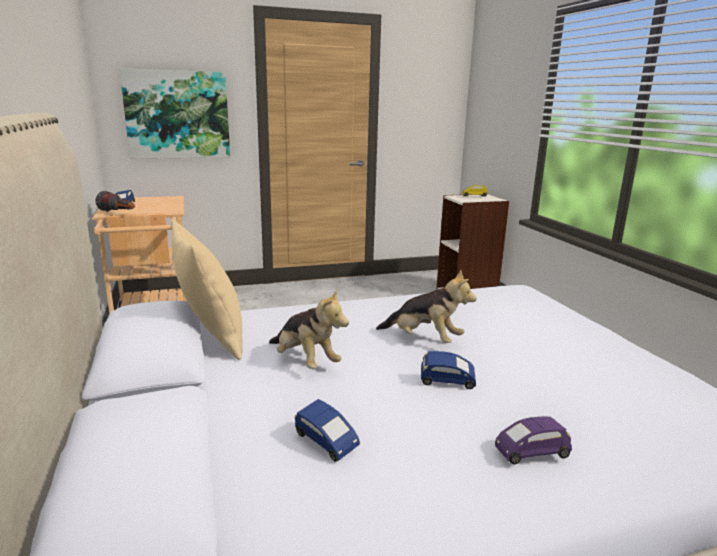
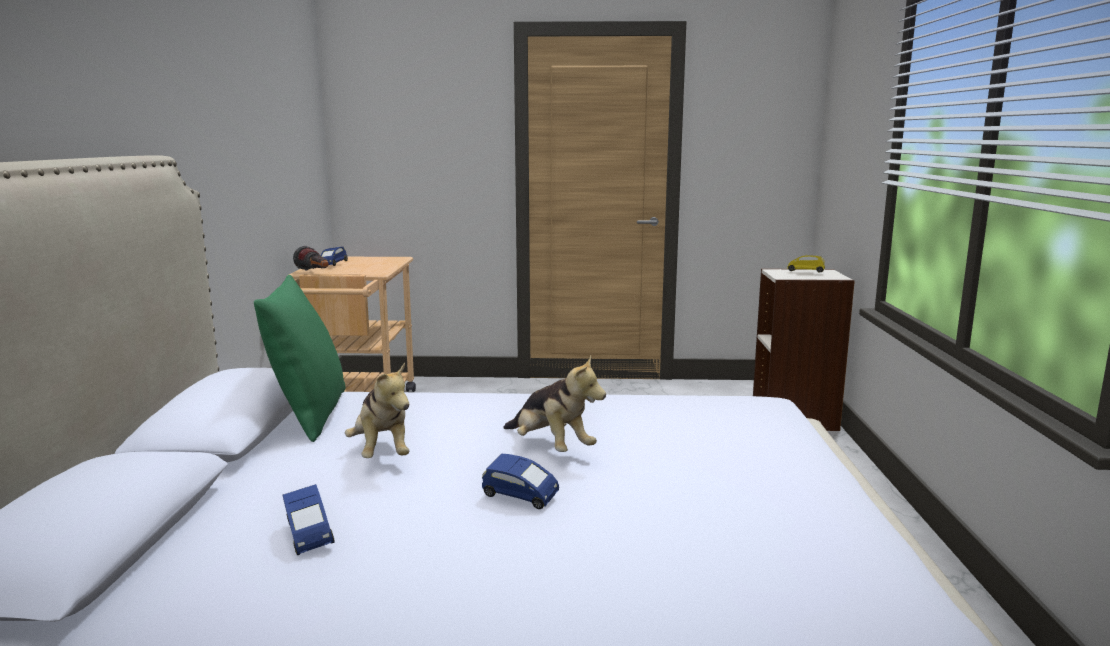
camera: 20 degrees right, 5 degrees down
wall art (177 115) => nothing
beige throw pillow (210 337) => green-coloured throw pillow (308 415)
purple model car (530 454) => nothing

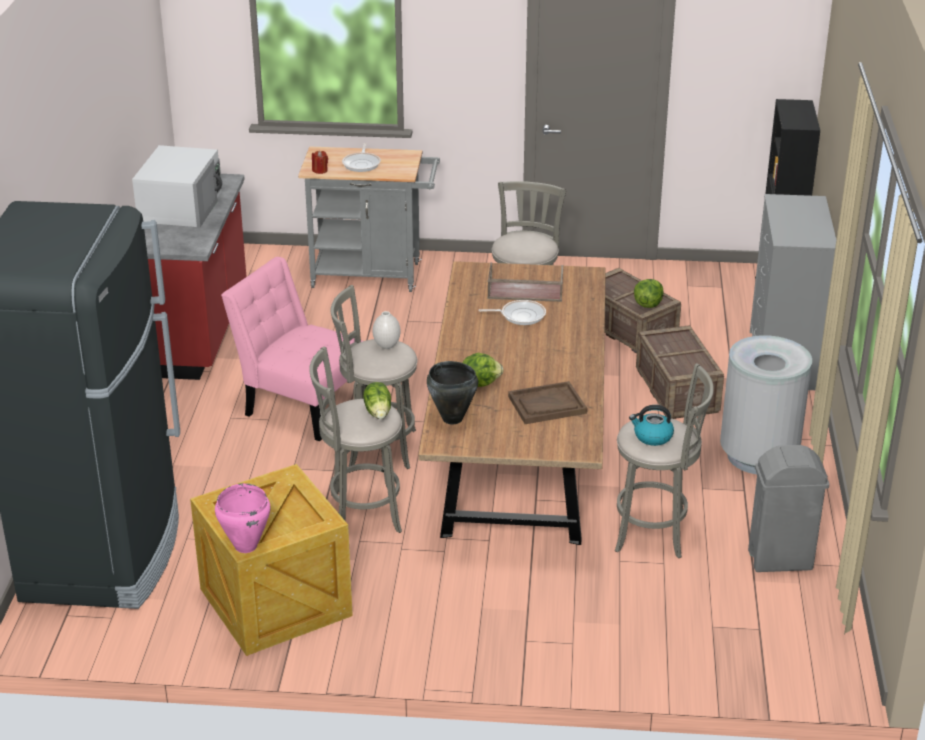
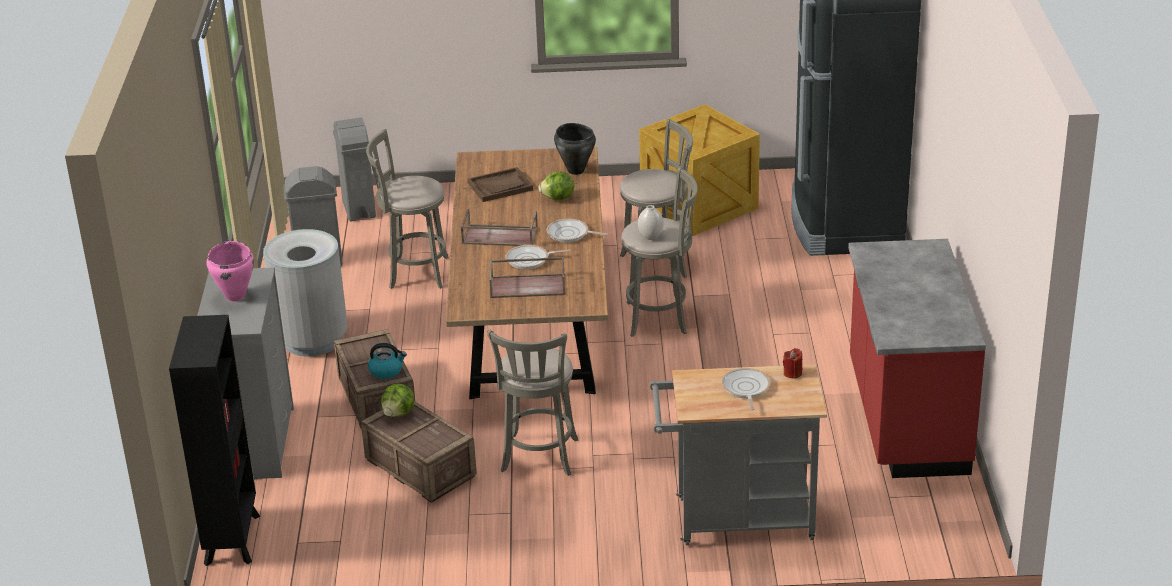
camera: 175 degrees right, 0 degrees up
white kitchen microwave (181 206) => nothing
pink upright chair (301 405) => nothing
head of lettuce (378 412) => nothing
water kettle (652 437) => water kettle (386 371), move
pink cooking pot (245 546) => pink cooking pot (236 296), move
nothing => grey waste bin (359 209)
nothing => brownish carrying tray (499 236)
nothing => frying pan (570 234)

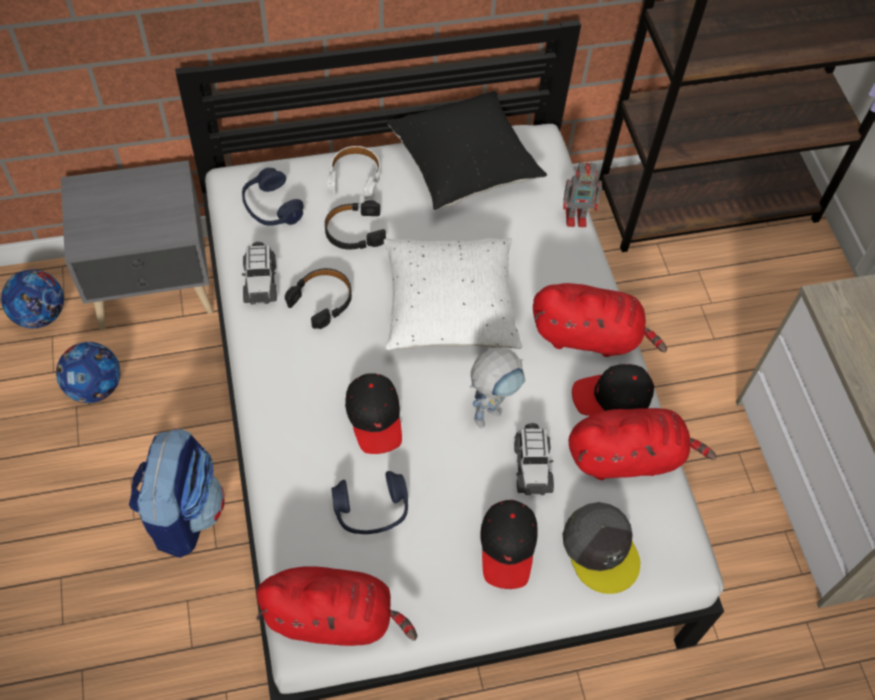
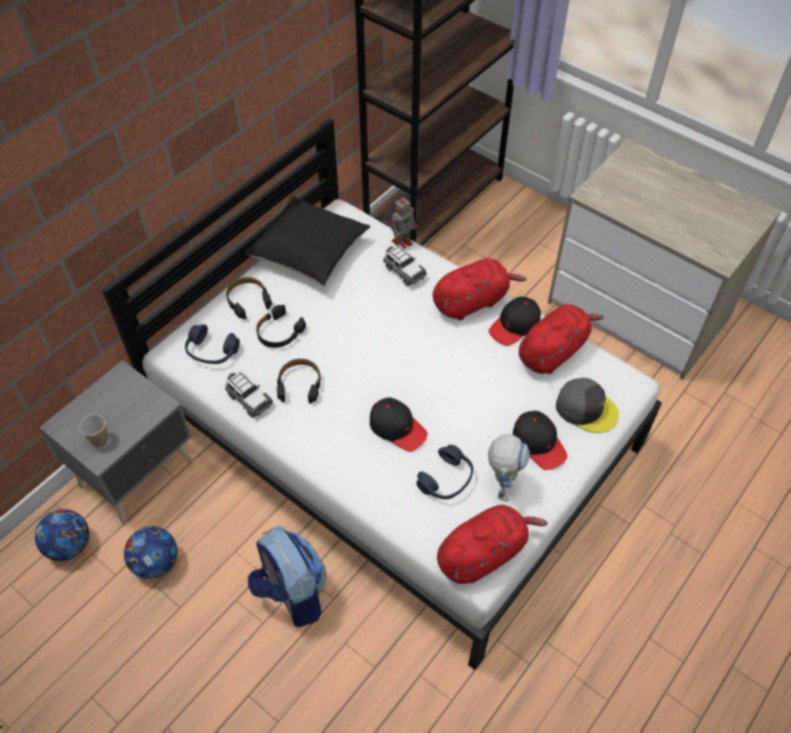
camera: 35 degrees left, 5 degrees down
white headphones (355 176) => black-coloured headphones (248 300)
white throw pillow (449 308) => nothing
toy robot (491 410) => toy robot (502 485), move
model car (532 466) => model car (404 271), move
nothing => drinking cup (100 440)

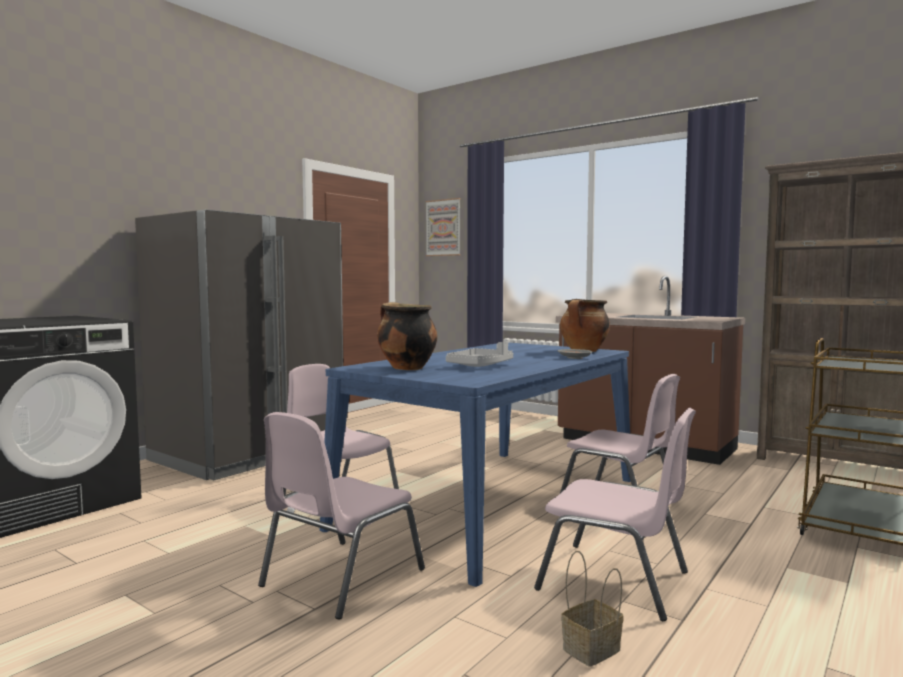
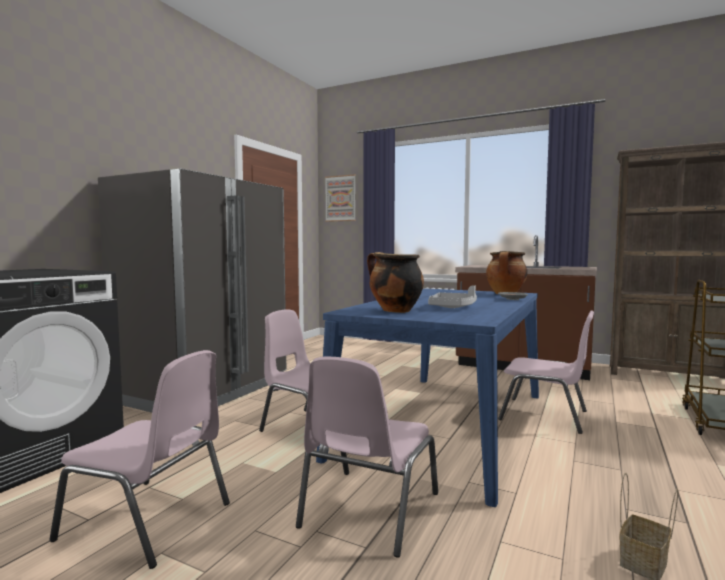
camera: 10 degrees left, 0 degrees up
pink upright chair (616 581) => pink upright chair (149 521), move

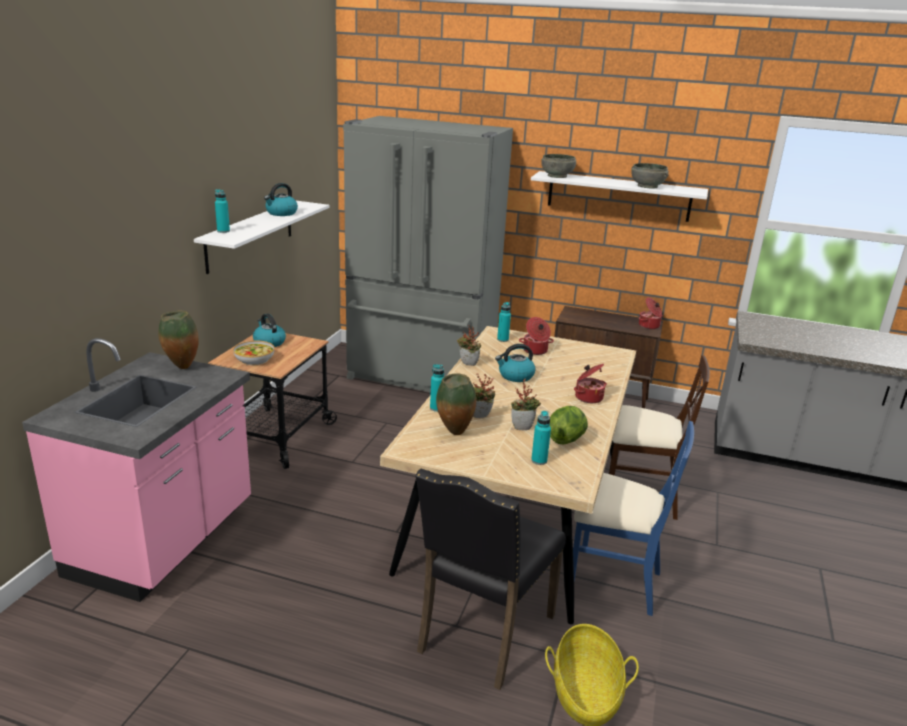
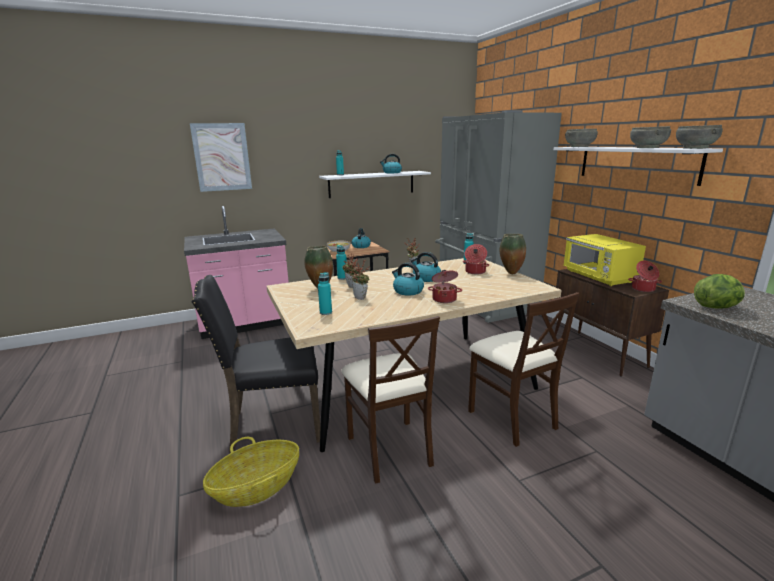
camera: 50 degrees right, 5 degrees down
flower vase (181 367) => flower vase (510 273), move
head of lettuce (566 439) => head of lettuce (716 307), move
blue-coloured upright chair (612 581) => beige upright chair (390 449)
nothing => wall art (222 157)
nothing => grey bowl (696 148)
nothing => yellow kitchen microwave (599 277)
nothing => water kettle (407 291)

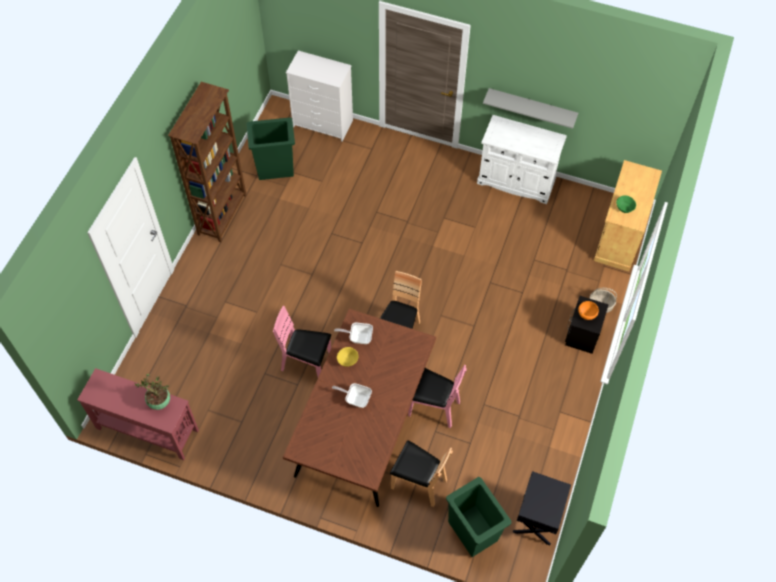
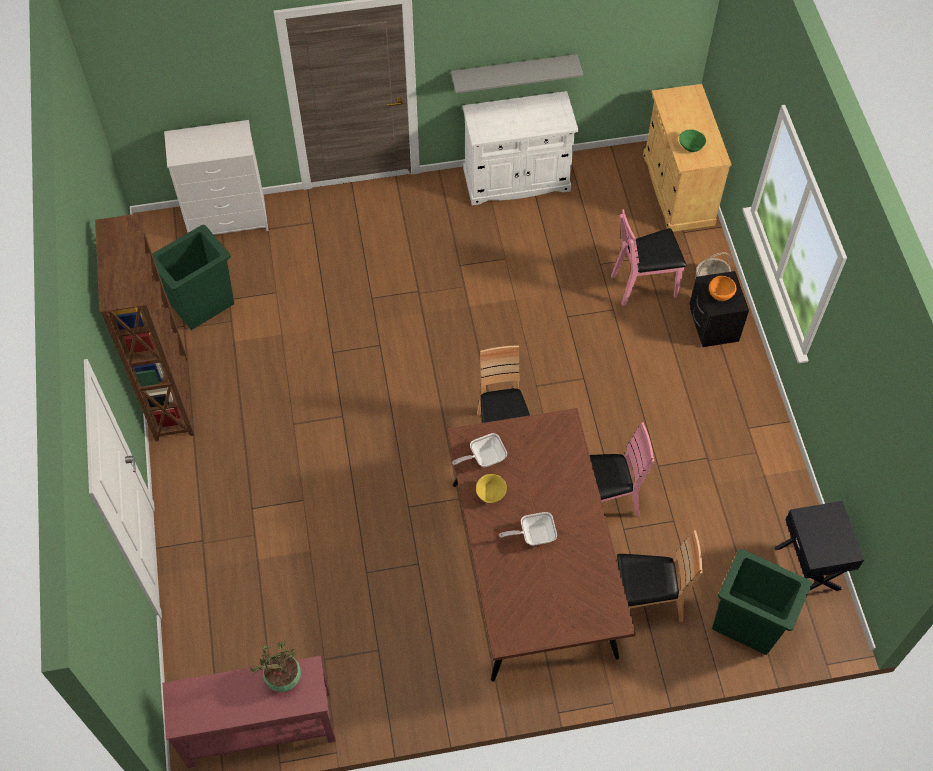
camera: 30 degrees left, 0 degrees up
pink upright chair (306 363) => pink upright chair (644 284), move

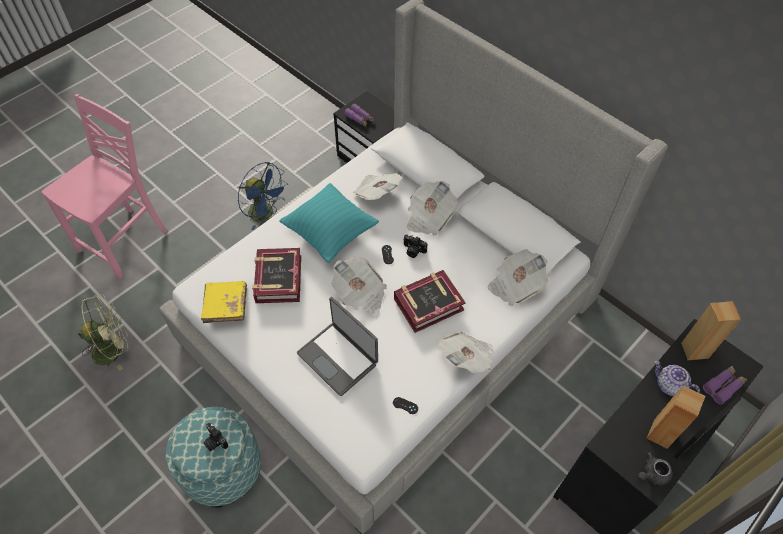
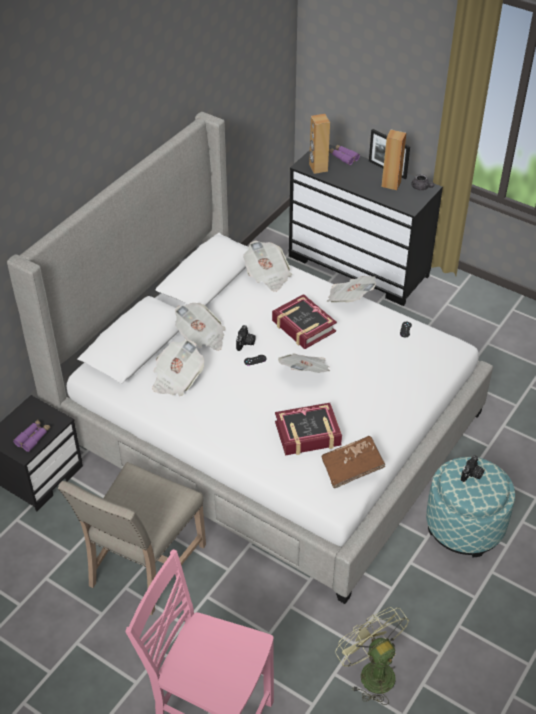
camera: 100 degrees left, 10 degrees down
blue-coloured cooling fan (266 214) => beige upright chair (143 566)
turquoise throw pillow (330 233) => nothing
yellow volume (226 307) => brownish volume (352 468)
notebook computer (338 358) => nothing
pot for tea (670 385) => nothing

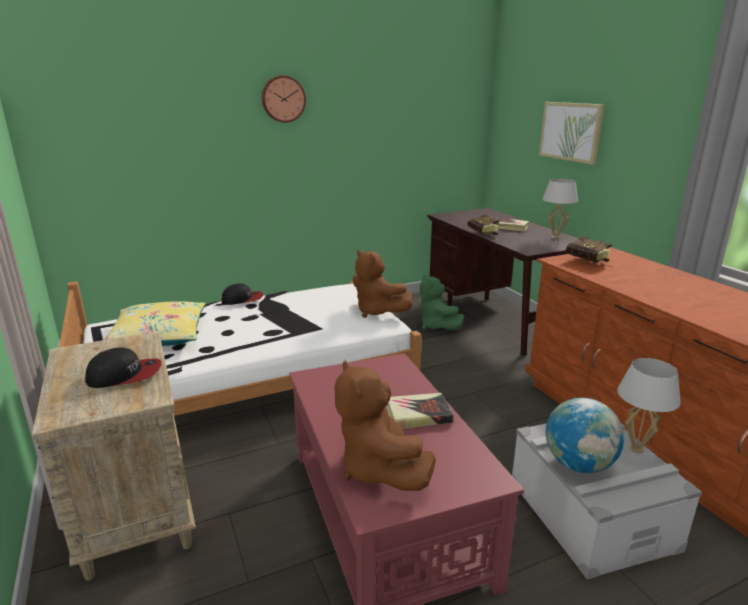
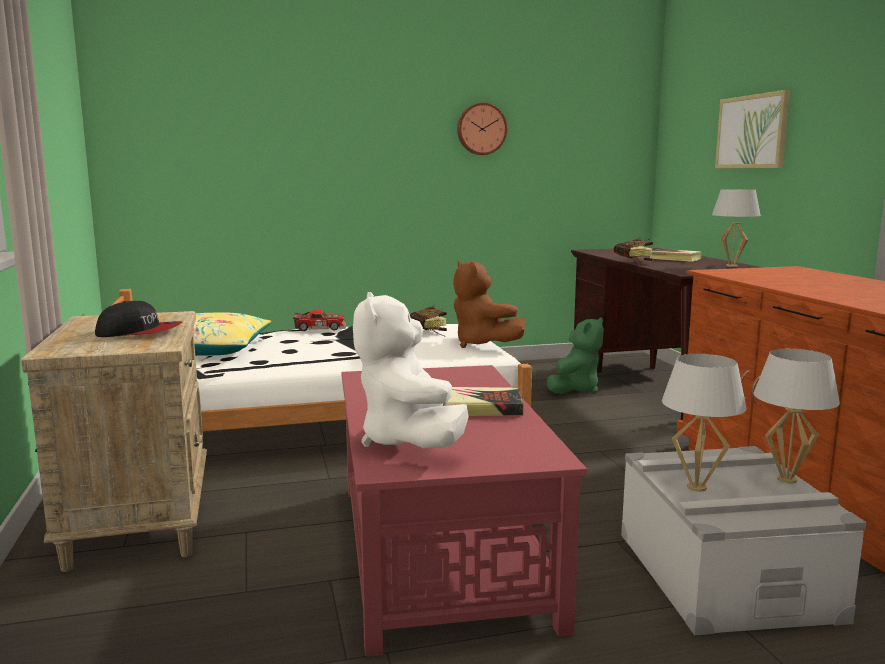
camera: 10 degrees right, 10 degrees down
hanging clock (283 99) => hanging clock (481 129), move
volume (590 263) => volume (429 333), move
green-coloured plush toy (437 326) => green-coloured plush toy (575 389), 135 degrees counterclockwise
peaked cap (242 299) => model car (320 328)
brownish plush toy (379 469) => white plush toy (409 442)
desk globe (578 464) => white table lamp (696 487)

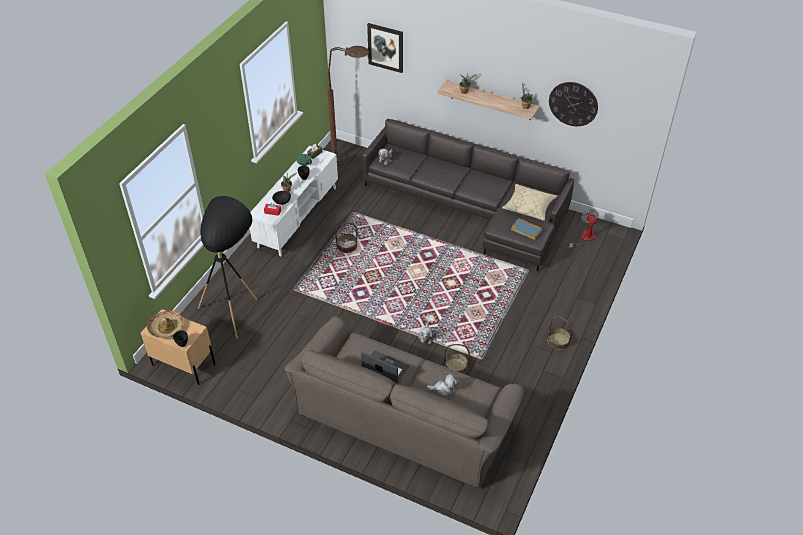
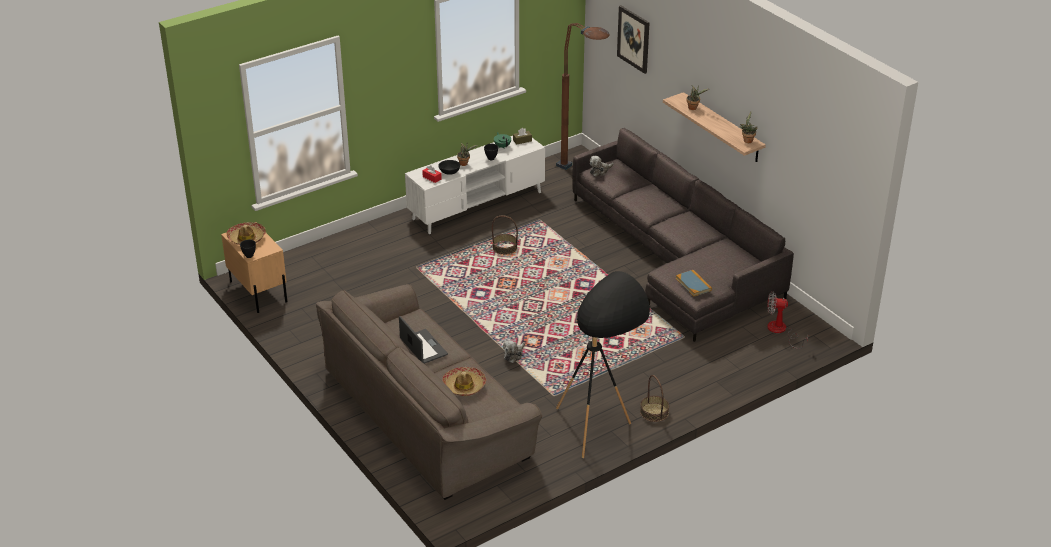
camera: 30 degrees right, 10 degrees down
hanging clock (573 104) => nothing
beige throw pillow (529 206) => nothing
black-coloured standard lamp (235 306) => black-coloured standard lamp (601 423), move
cooling fan (584 239) => cooling fan (781 331), 105 degrees counterclockwise
household basket (456 367) => nothing
plush toy (444 389) => clothing hat (464 386)

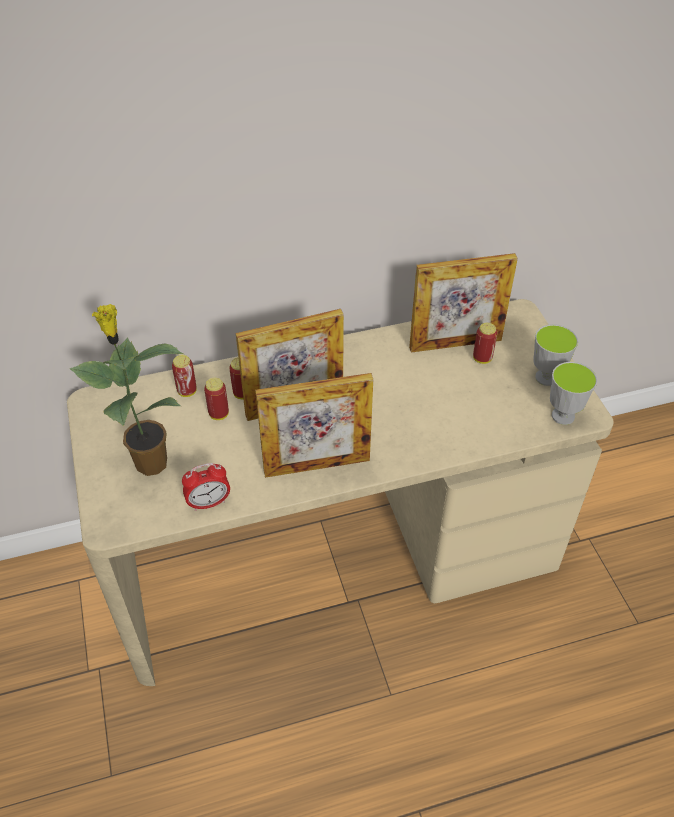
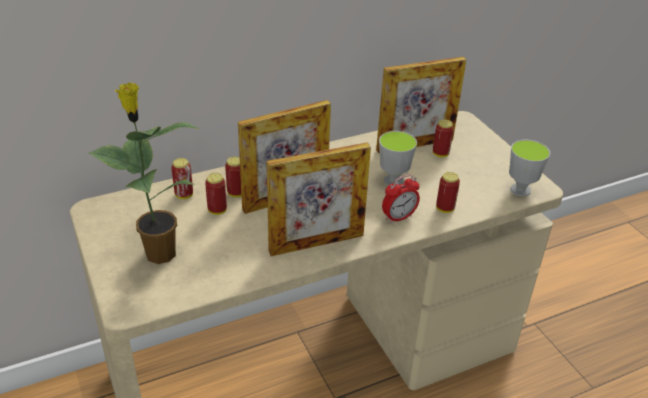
camera: 10 degrees left, 10 degrees down
drinking cup (546 377) => drinking cup (393 181), move
alarm clock (209 503) => alarm clock (398 217), move
nothing => metal can (445 209)

